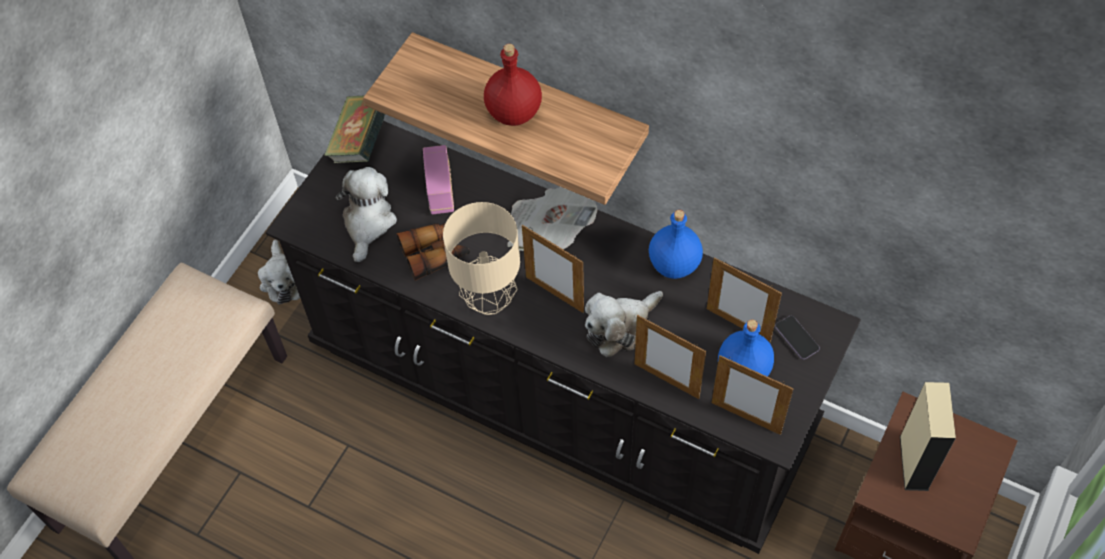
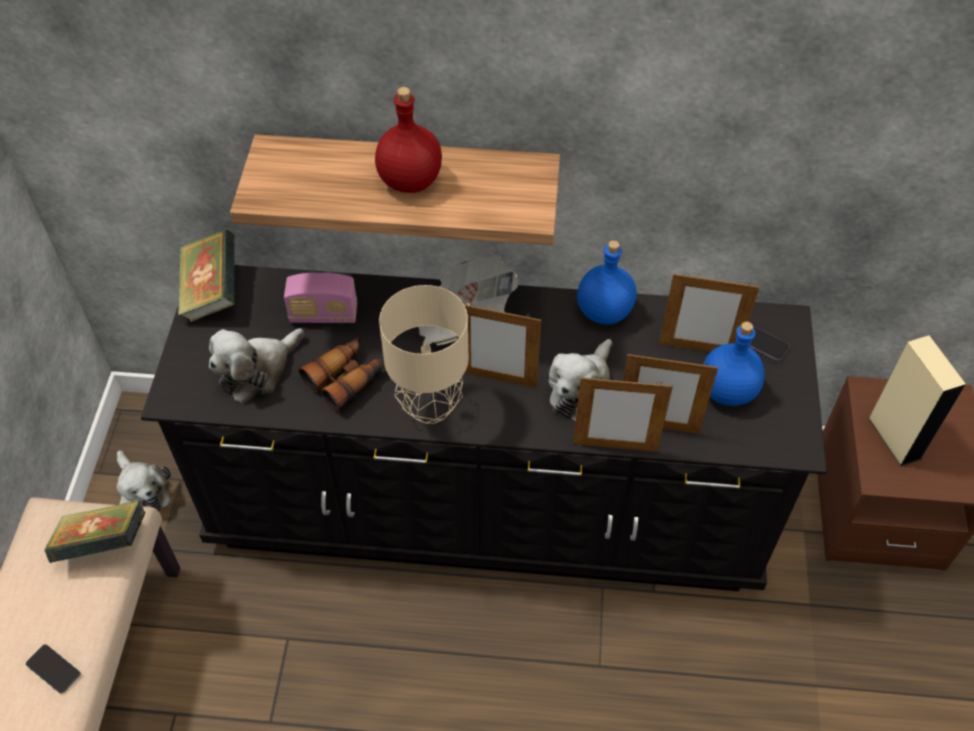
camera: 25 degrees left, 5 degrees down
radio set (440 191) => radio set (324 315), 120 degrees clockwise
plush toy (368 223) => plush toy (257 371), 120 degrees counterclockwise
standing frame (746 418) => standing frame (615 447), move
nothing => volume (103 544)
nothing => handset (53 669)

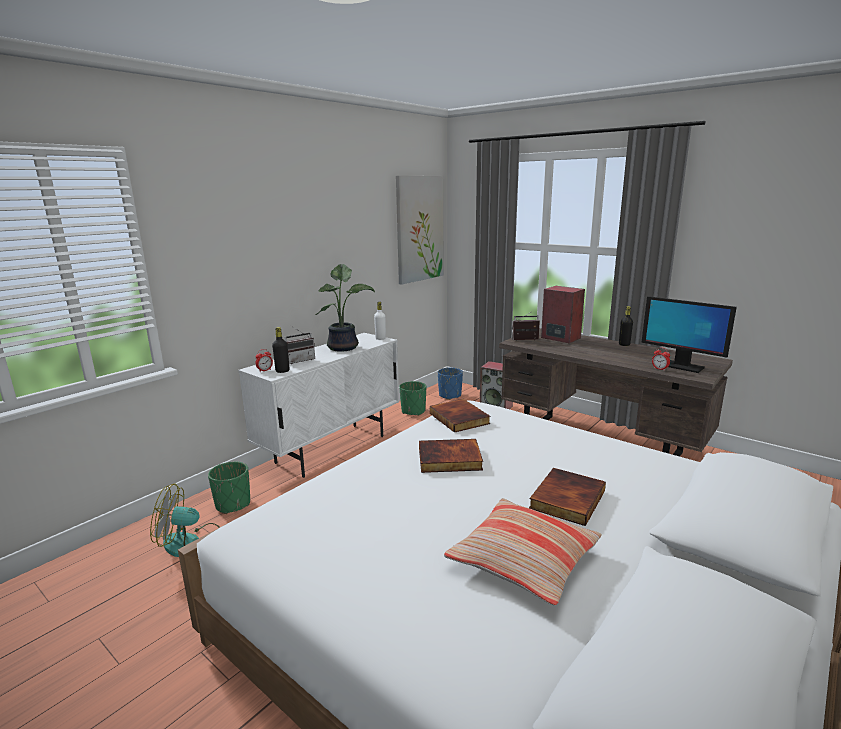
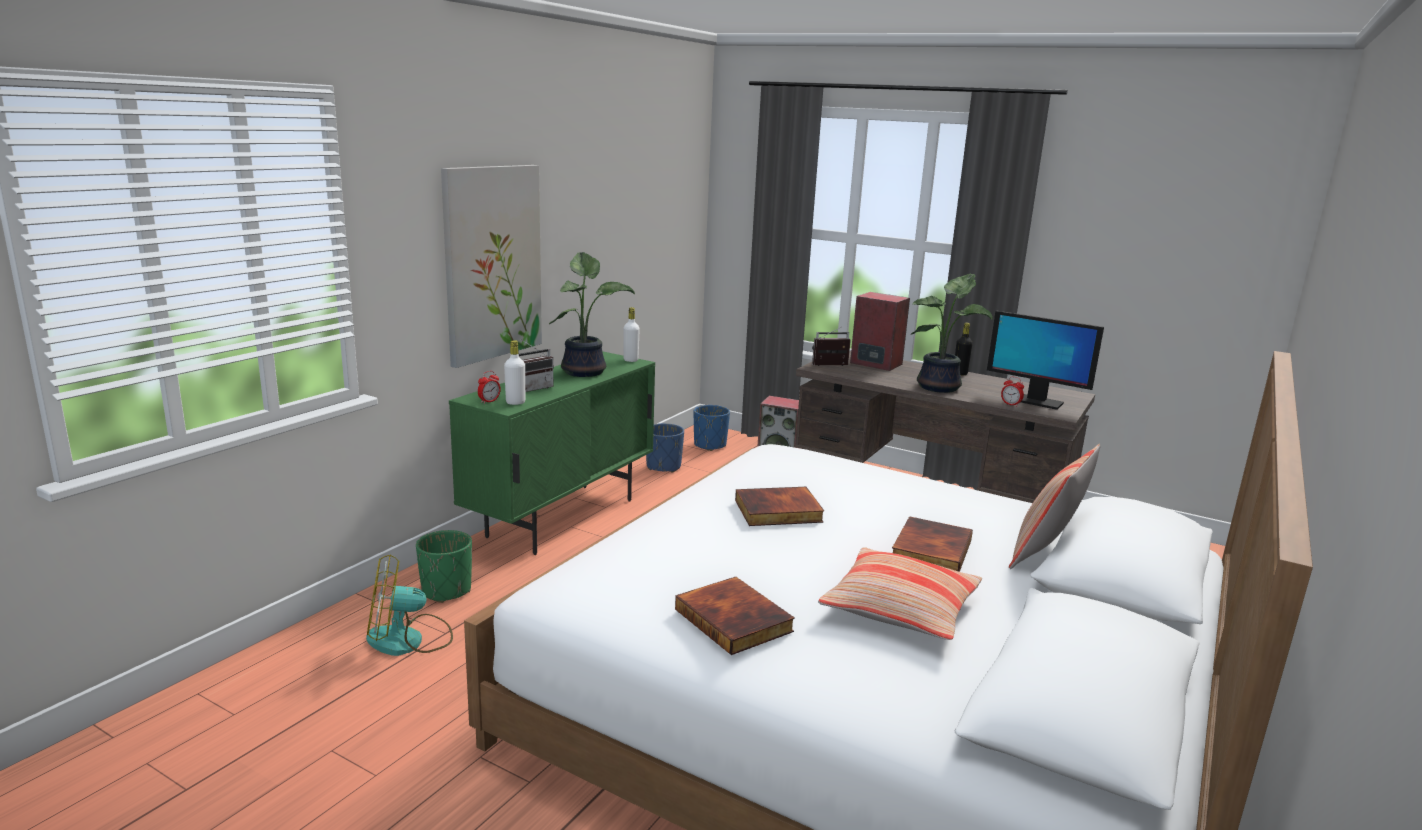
camera: 10 degrees left, 0 degrees up
wall art (419 229) => wall art (492 263), move
black-coloured bottle (282 371) => white bottle (515 402)
white cabinet (331 449) => green-coloured cabinet (562 518)
green-coloured planter (413 411) => blue-coloured planter (664 466)
volume (460 418) => volume (735 620), move
nothing => houseplant (941 387)
nothing => throw pillow (1045 553)

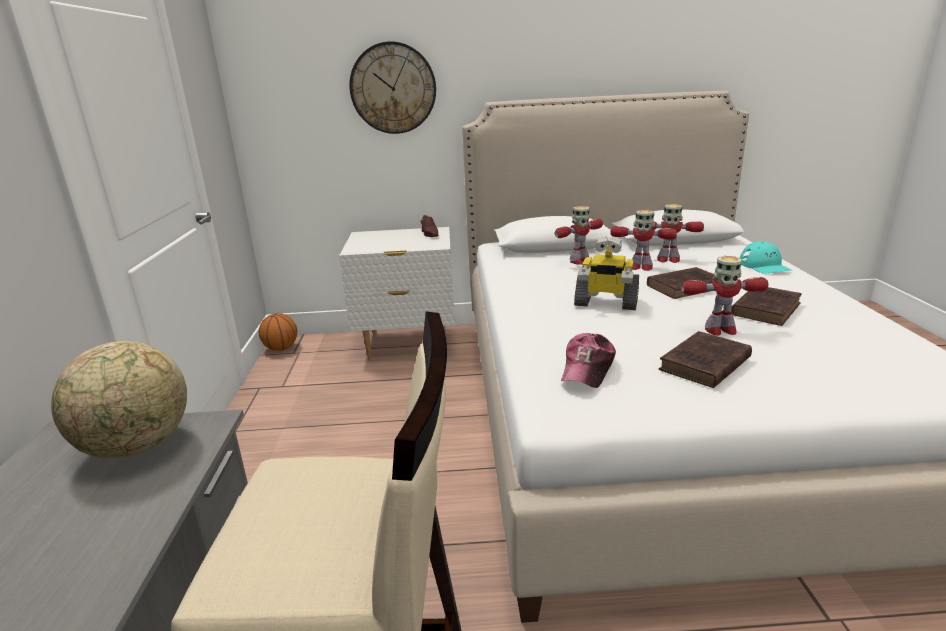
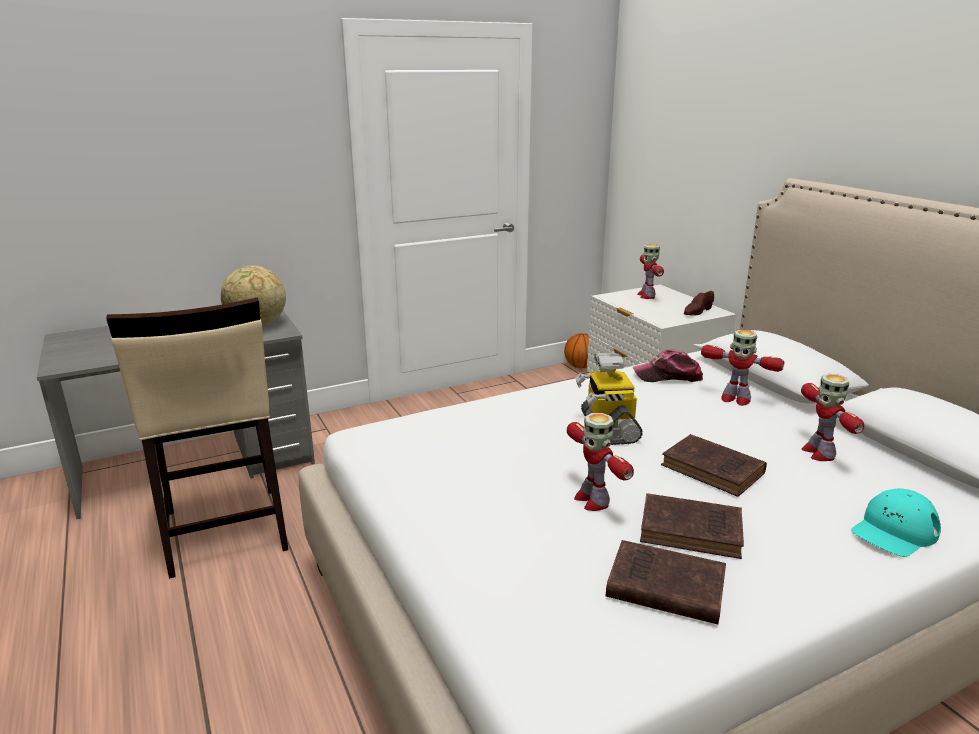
camera: 65 degrees right, 0 degrees up
hanging clock (393 88) => nothing
toy robot (640 267) => toy robot (646 295), move
brownish volume (703 365) => brownish volume (662 586), move
peaked cap (587 369) => peaked cap (668 376), move

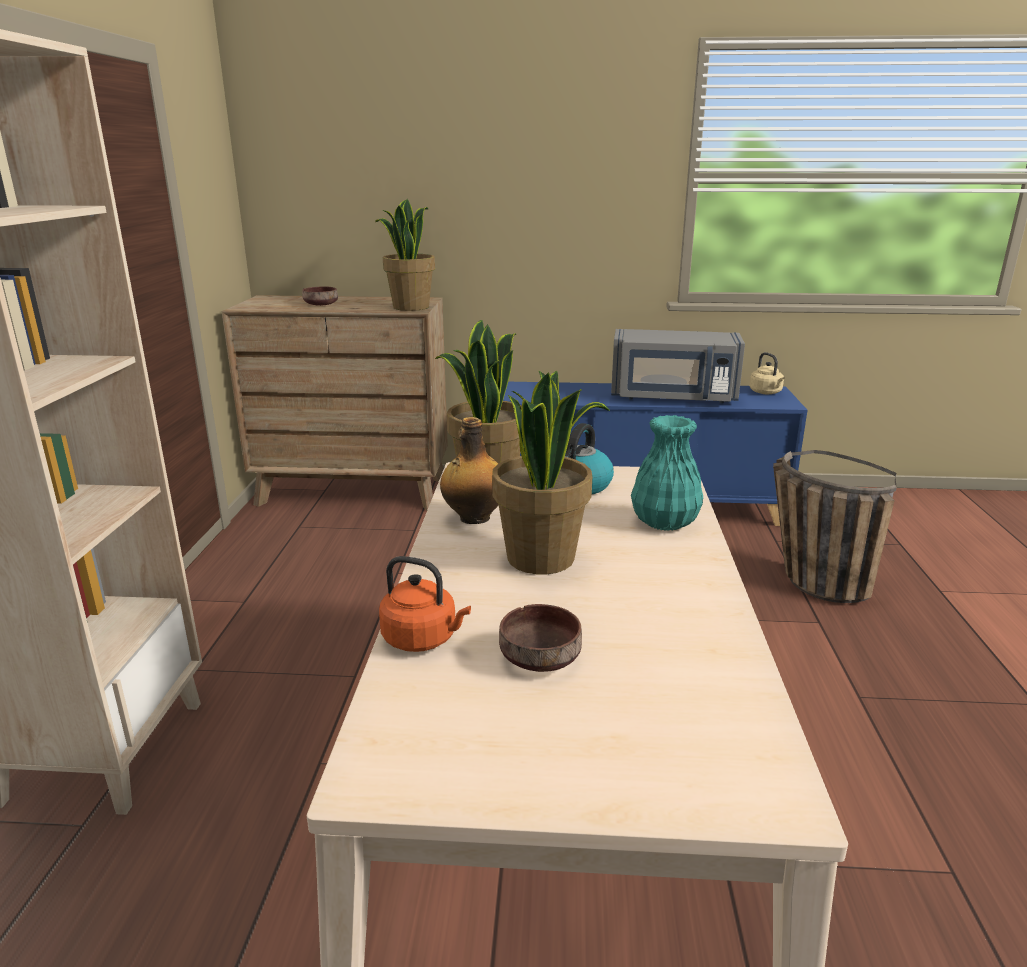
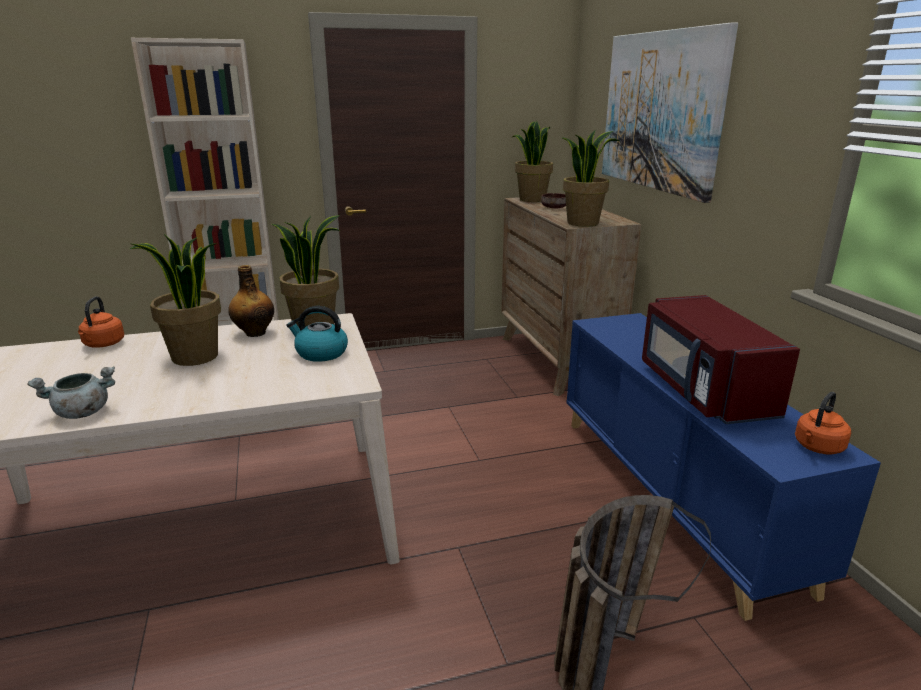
camera: 70 degrees right, 0 degrees up
grey kitchen microwave (673 397) => reddish kitchen microwave (703 390)
beige water kettle (766 392) => orange water kettle (817 447)
turquoise flower vase (664 522) => nothing
brownish bowl (540 659) => nothing
nothing => wall art (660 111)
nothing => houseplant (532 199)
nothing => grey cooking pot (81 413)

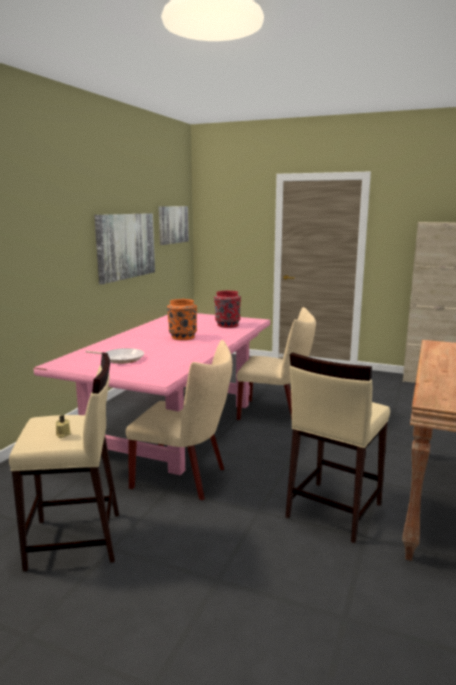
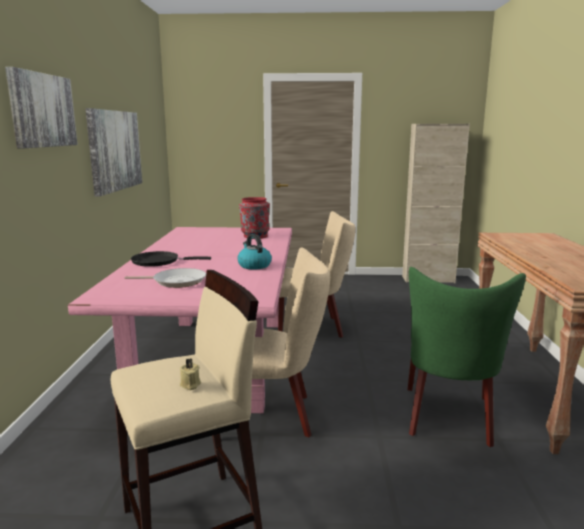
camera: 20 degrees left, 0 degrees up
wall art (172 224) => wall art (42 110), move
orange flower vase (182 337) => nothing
beige stool seat (332 510) => green-coloured upright chair (448 419)
nothing => water kettle (254 265)
nothing => black-coloured frying pan (159 262)

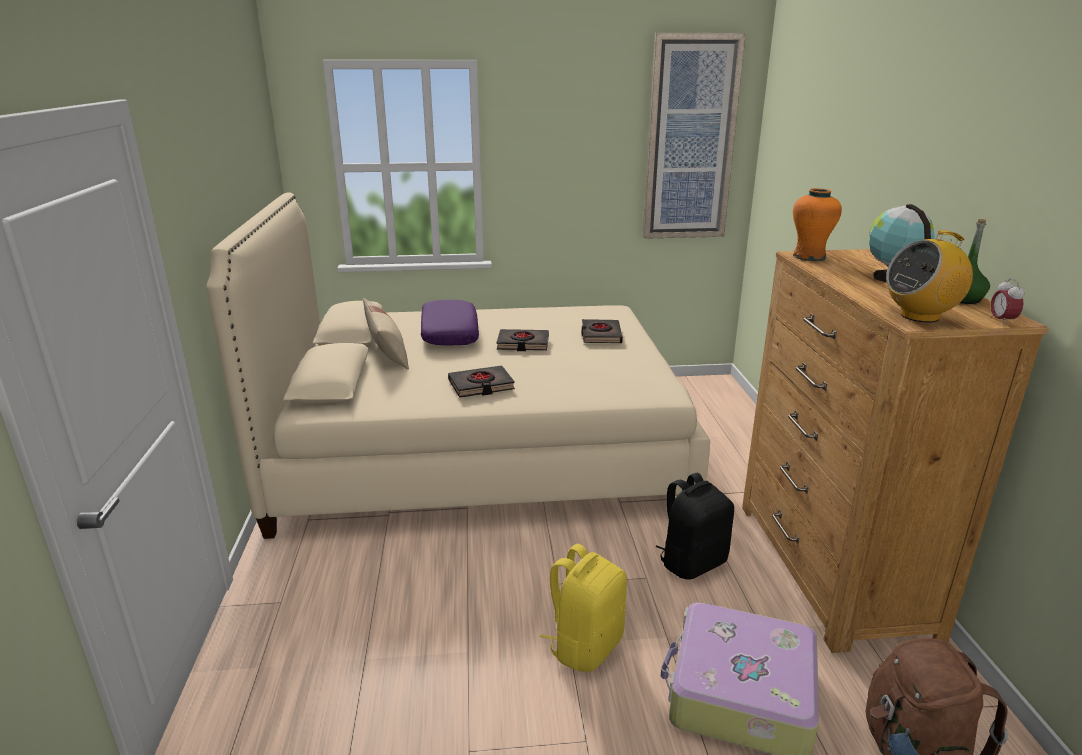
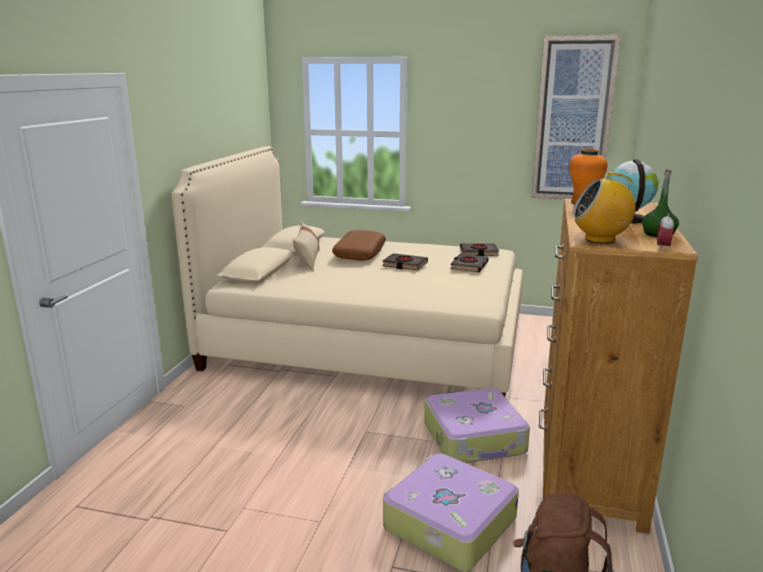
camera: 20 degrees right, 5 degrees down
purple throw pillow (449 333) => brownish throw pillow (359 253)
black-coloured volume (481 386) => black-coloured volume (479 252), move
black-coloured knapsack (692 562) => piece of luggage (475 438)
yellow knapsack (585 645) => nothing

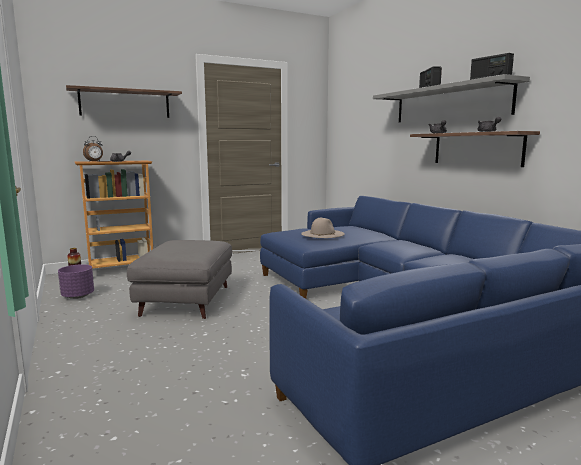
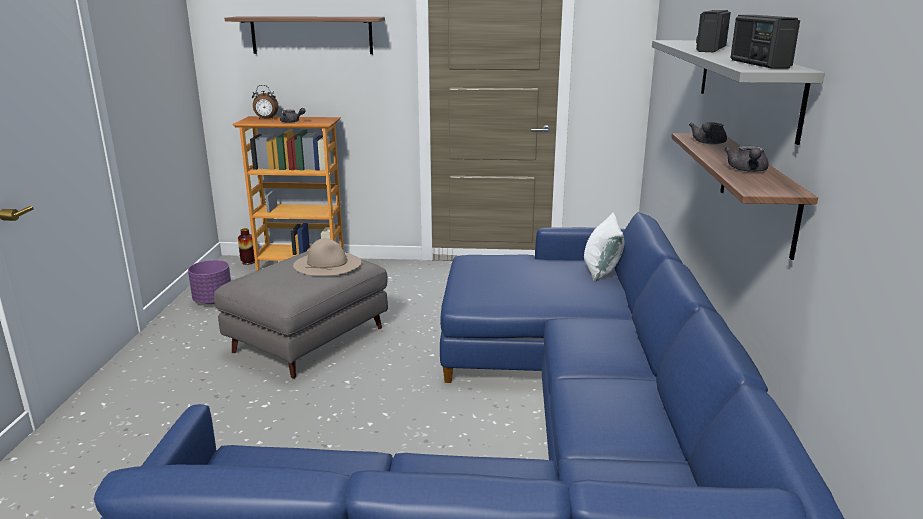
camera: 30 degrees right, 10 degrees up
beige clothing hat (322 233) => beige clothing hat (327 263), move
nothing => white throw pillow (601 271)

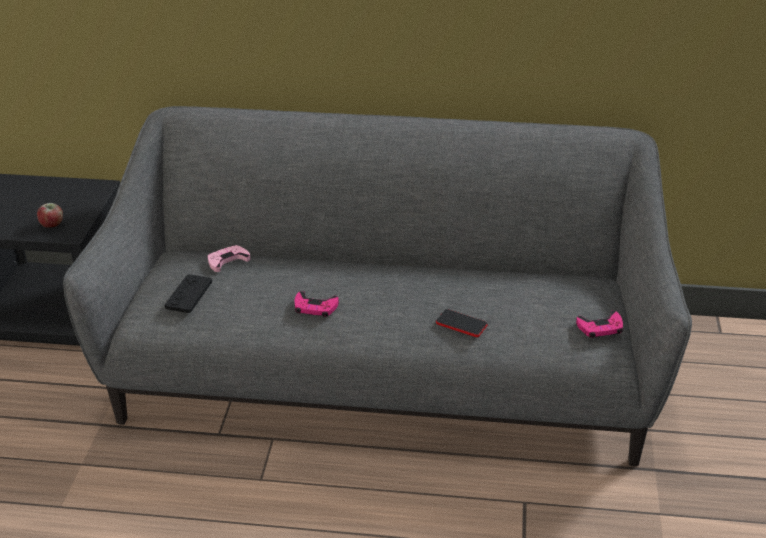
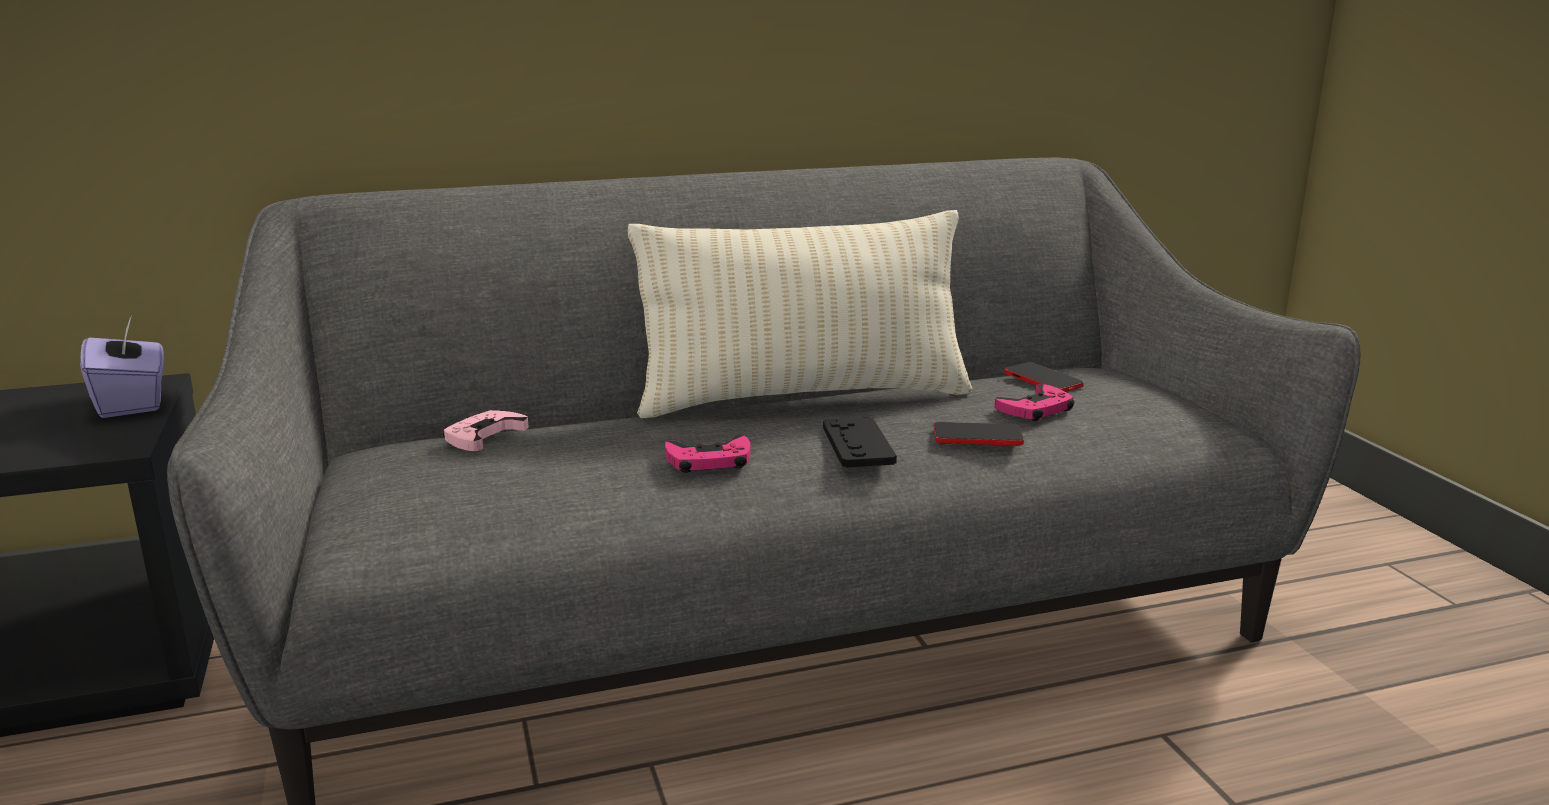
camera: 25 degrees left, 15 degrees down
apple fruit (52 225) => nothing
black-coloured game controller (189 294) => black-coloured game controller (858 445), move
pink game controller (600 328) => pink game controller (1036 409), move
nothing => beige throw pillow (803 397)
nothing => purple tissue holder (132 402)
nothing => handset (1043 379)

